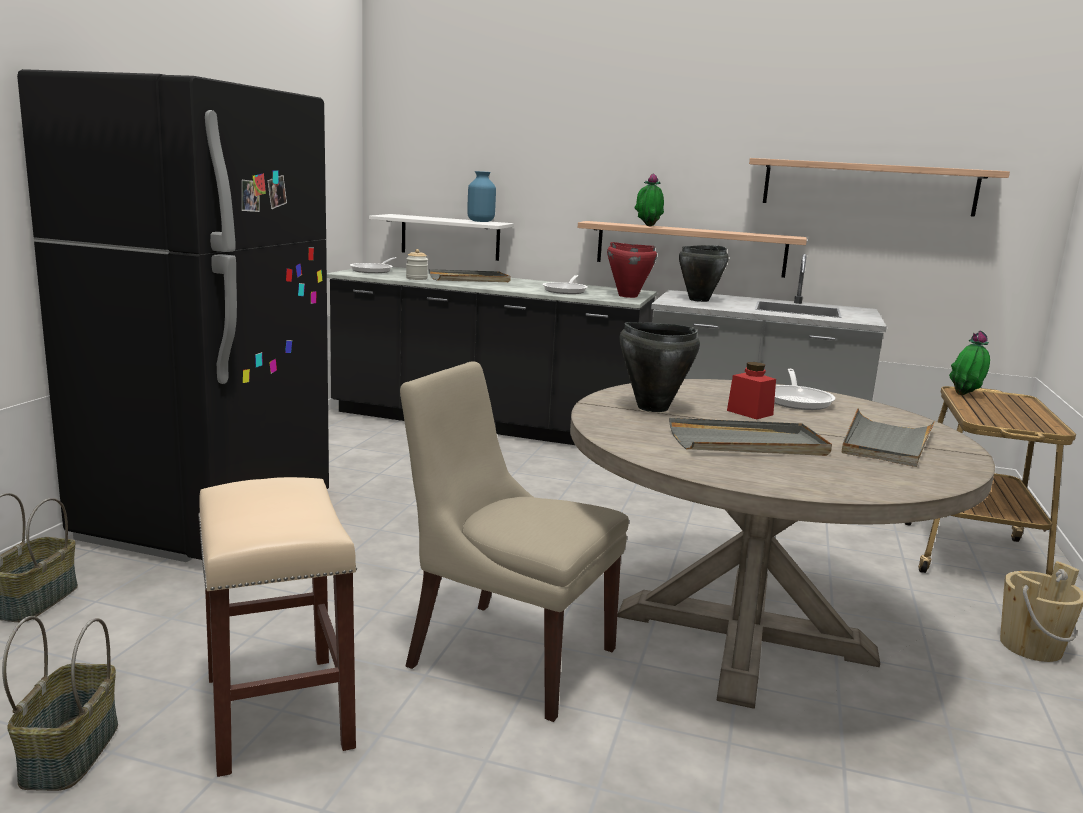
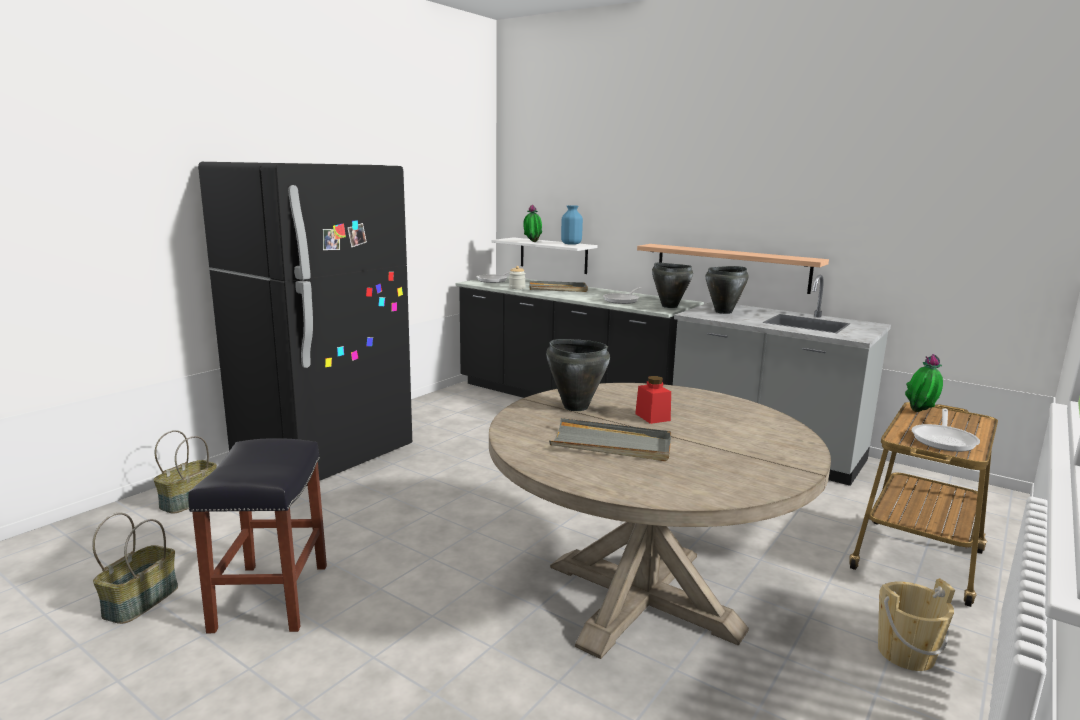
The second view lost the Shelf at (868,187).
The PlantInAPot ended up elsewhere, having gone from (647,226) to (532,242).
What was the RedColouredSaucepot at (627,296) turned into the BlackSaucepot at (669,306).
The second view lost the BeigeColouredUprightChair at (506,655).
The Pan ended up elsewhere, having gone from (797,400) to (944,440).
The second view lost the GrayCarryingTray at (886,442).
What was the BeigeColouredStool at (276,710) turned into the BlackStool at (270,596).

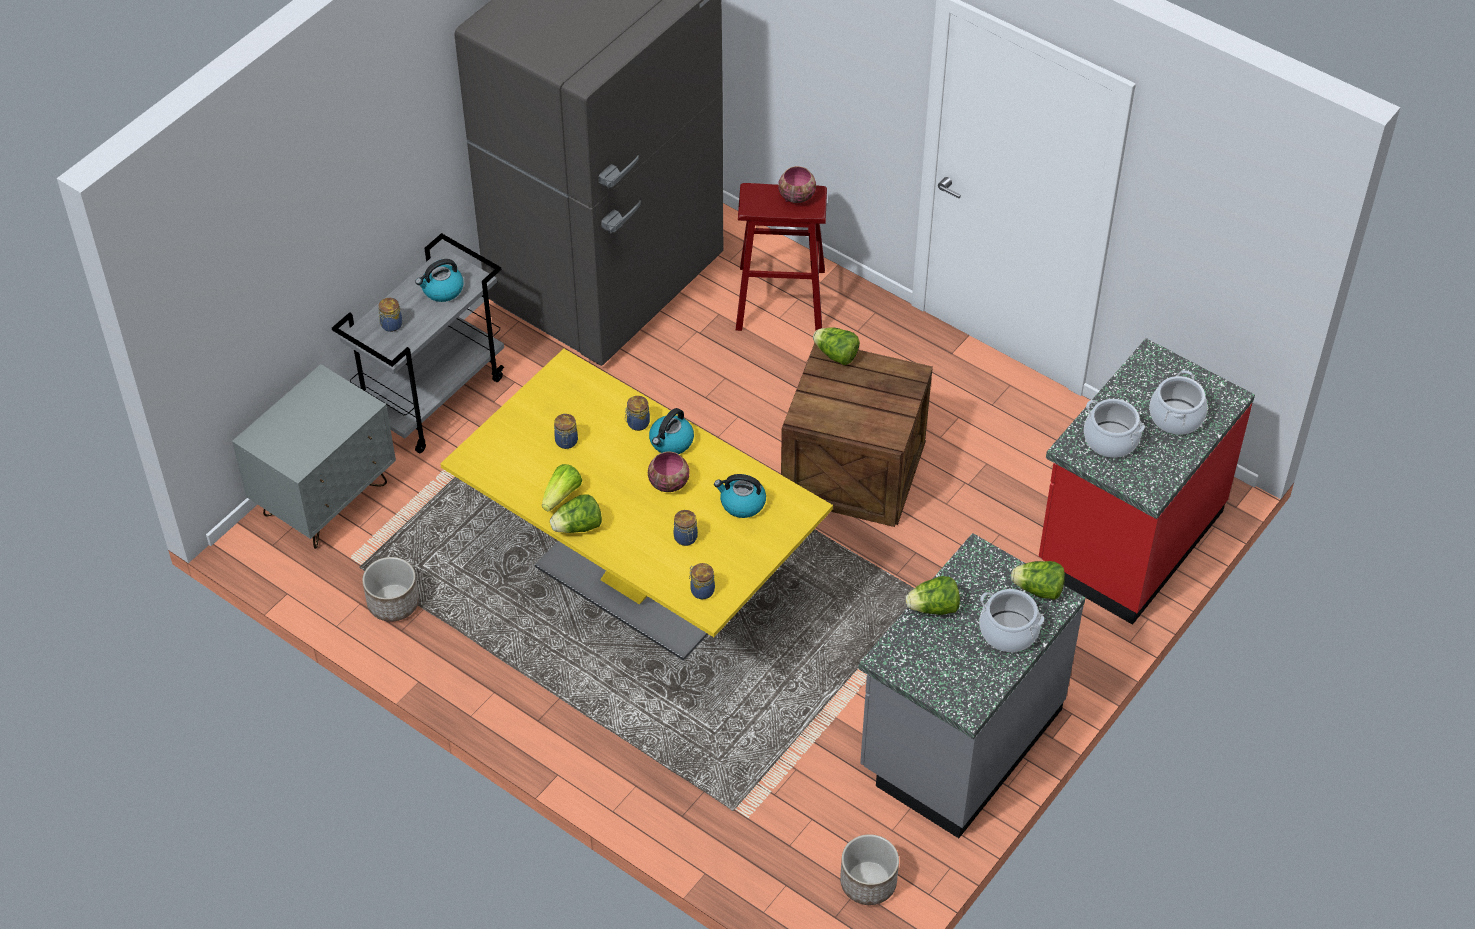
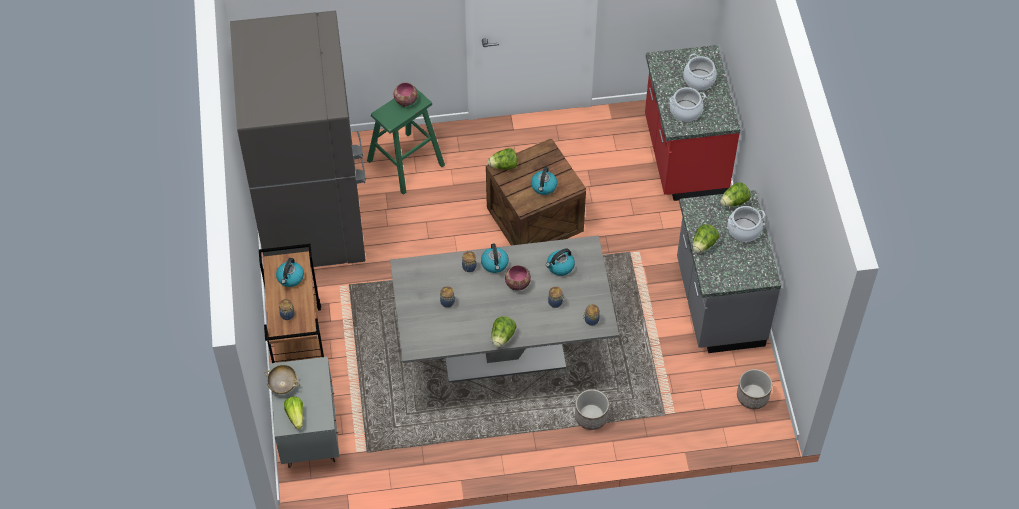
What was the RedColouredStool at (781,299) turned into the GreenishStool at (406,163).
What was the GrayCart at (432,397) turned into the BrownCart at (297,342).
What was the YellowishDinnerTable at (640,580) turned into the GrayDinnerTable at (503,348).
The Lettuce ended up elsewhere, having gone from (562,496) to (295,415).
The Planter ended up elsewhere, having gone from (393,603) to (591,417).
The second view gained the Kettle at (544,187).
The second view gained the BeigeColouredDeepDish at (283,384).

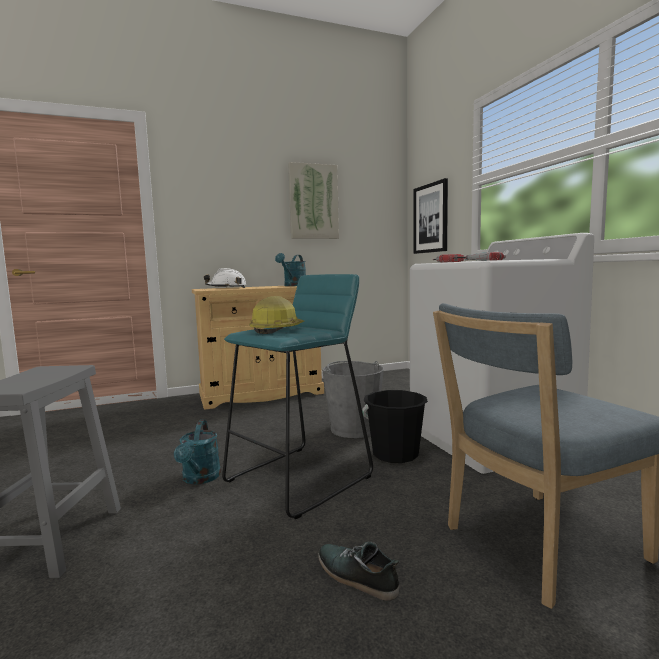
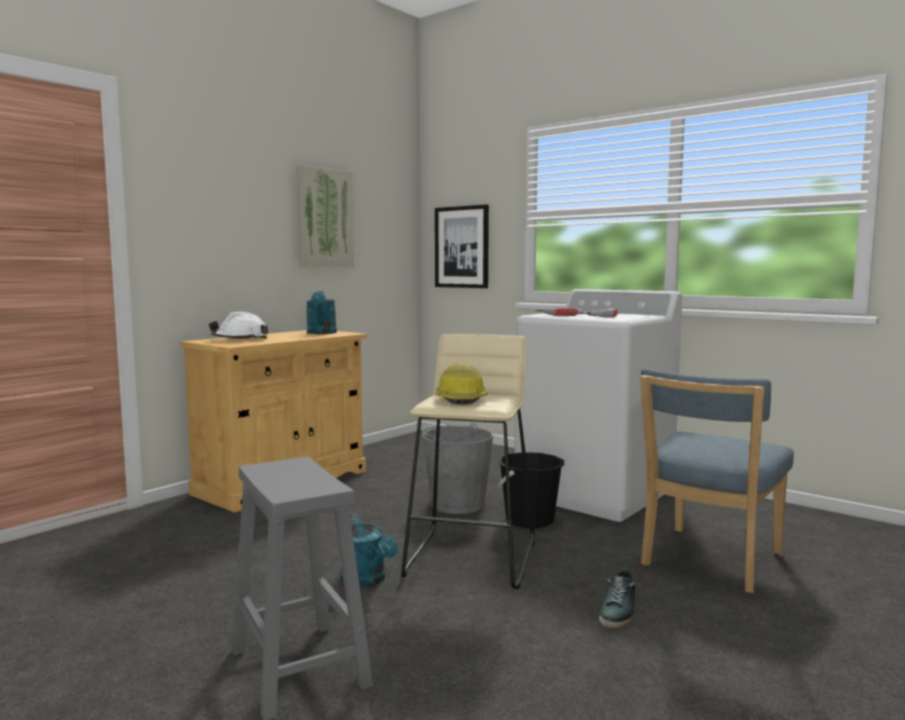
What was the BlueGreenStool at (300,478) turned into the BeigeColouredStool at (472,558).
The LowShoe at (356,576) ended up facing another way, 75 degrees counterclockwise from before.

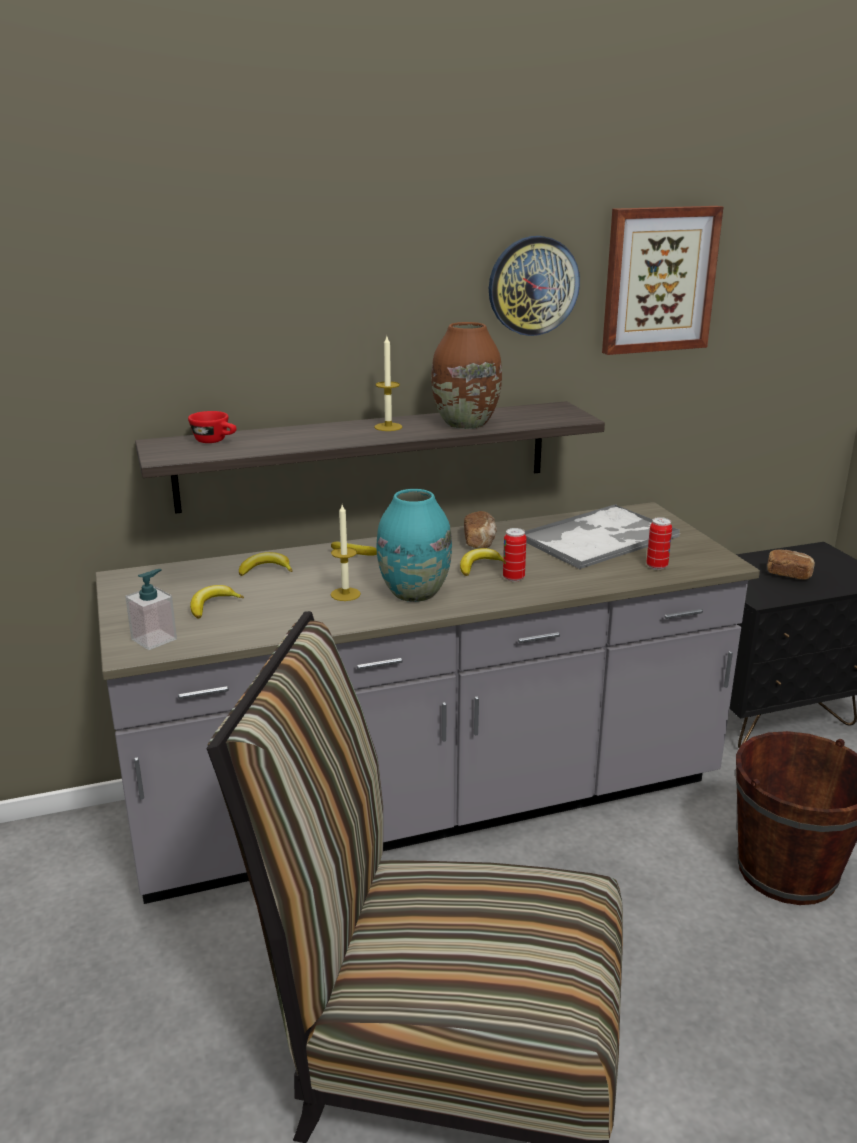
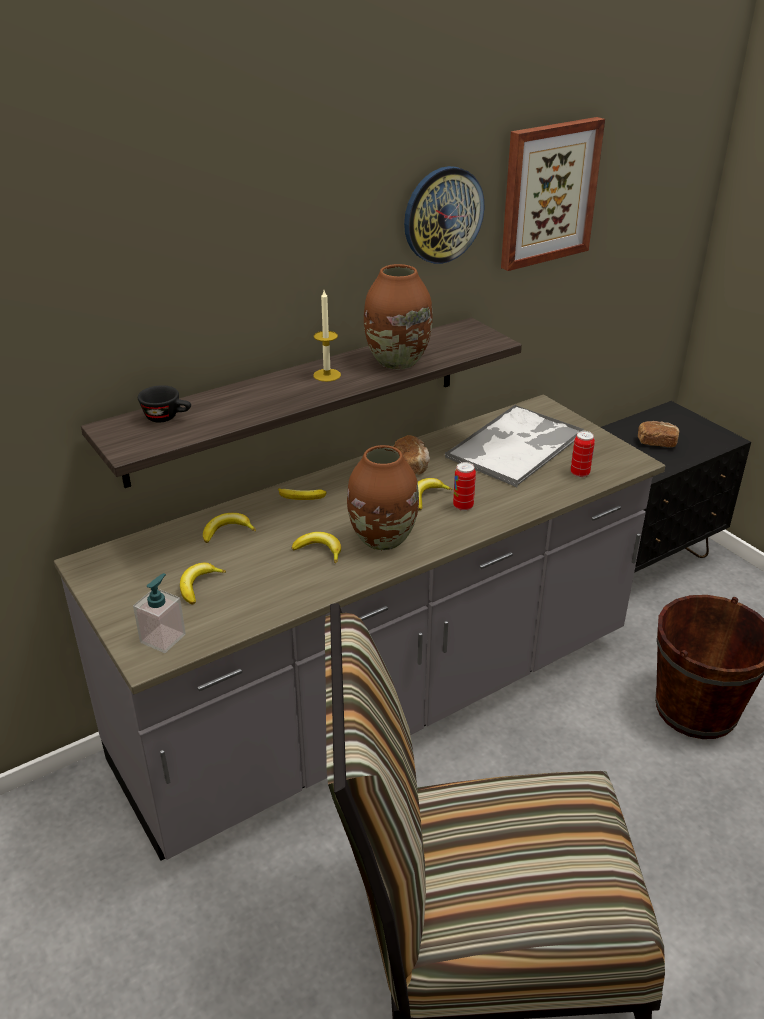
What was the RedColouredDrinkingCup at (215,441) turned into the BlackDrinkingCup at (167,417).
What was the BlueGreenDecorativeVase at (414,593) turned into the BrownDecorativeVase at (383,539).
Where the Candle stood at (345,594), the Banana came to stand at (319,550).

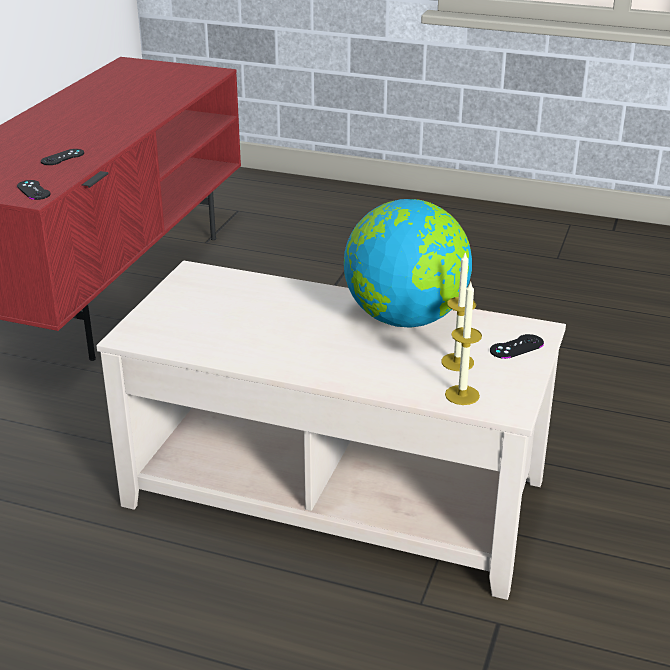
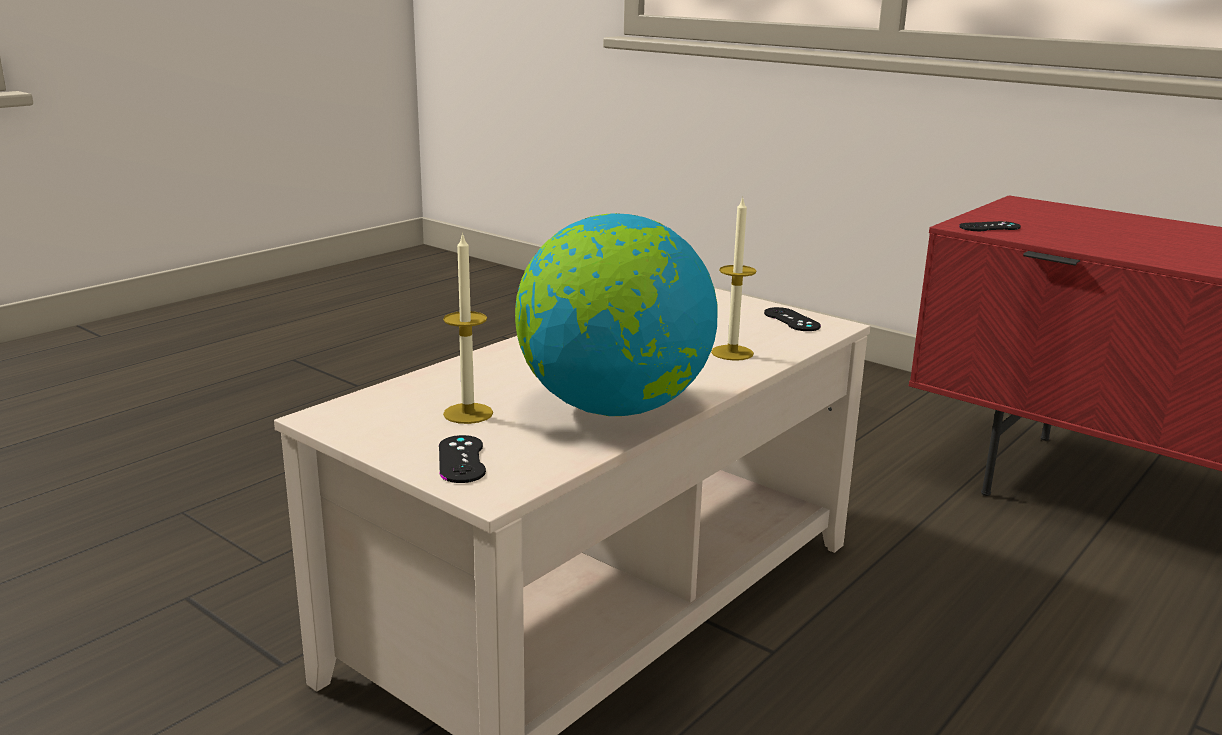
The BlackJoypad ended up elsewhere, having gone from (62,157) to (791,320).
The Candle ended up elsewhere, having gone from (462,395) to (732,353).

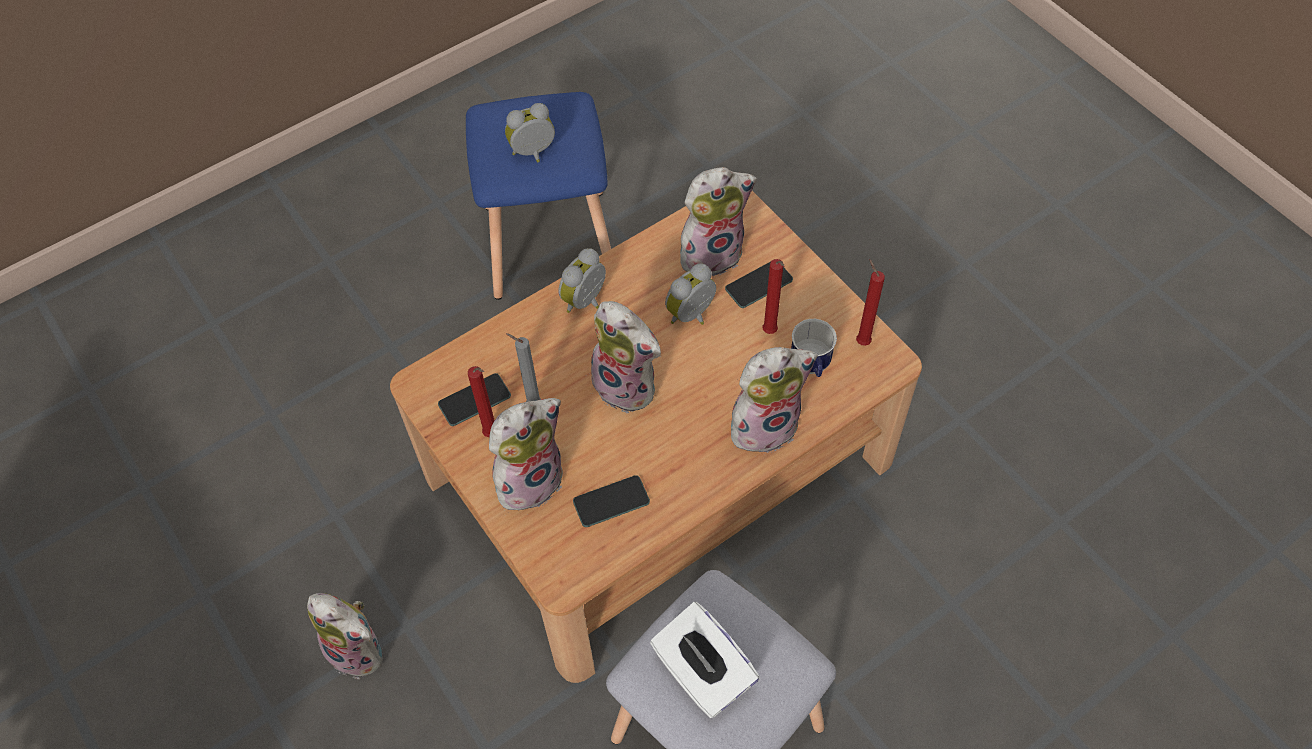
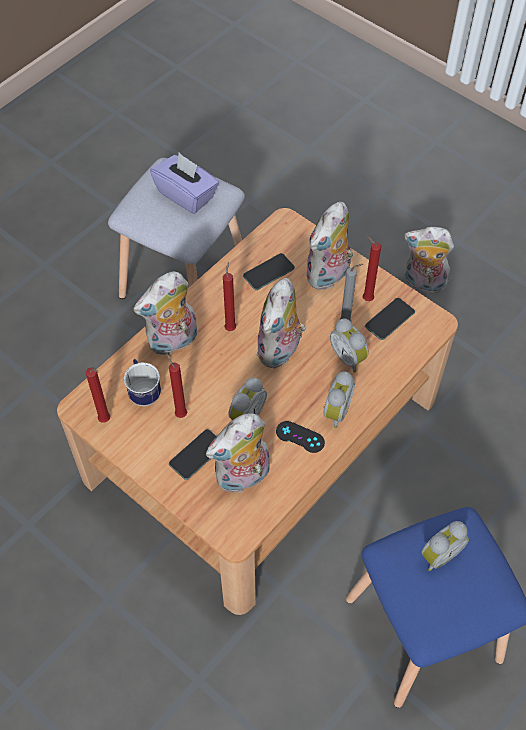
The PlushToy at (629,385) ended up facing another way, 90 degrees counterclockwise from before.
What was the WhiteColouredTissueBox at (702,673) turned into the PurpleColouredTissueBox at (186,195).
The second view gained the RedColouredCandle at (230,327).
The second view gained the AlarmClock at (349,357).
The second view gained the BlackJoypad at (300,437).

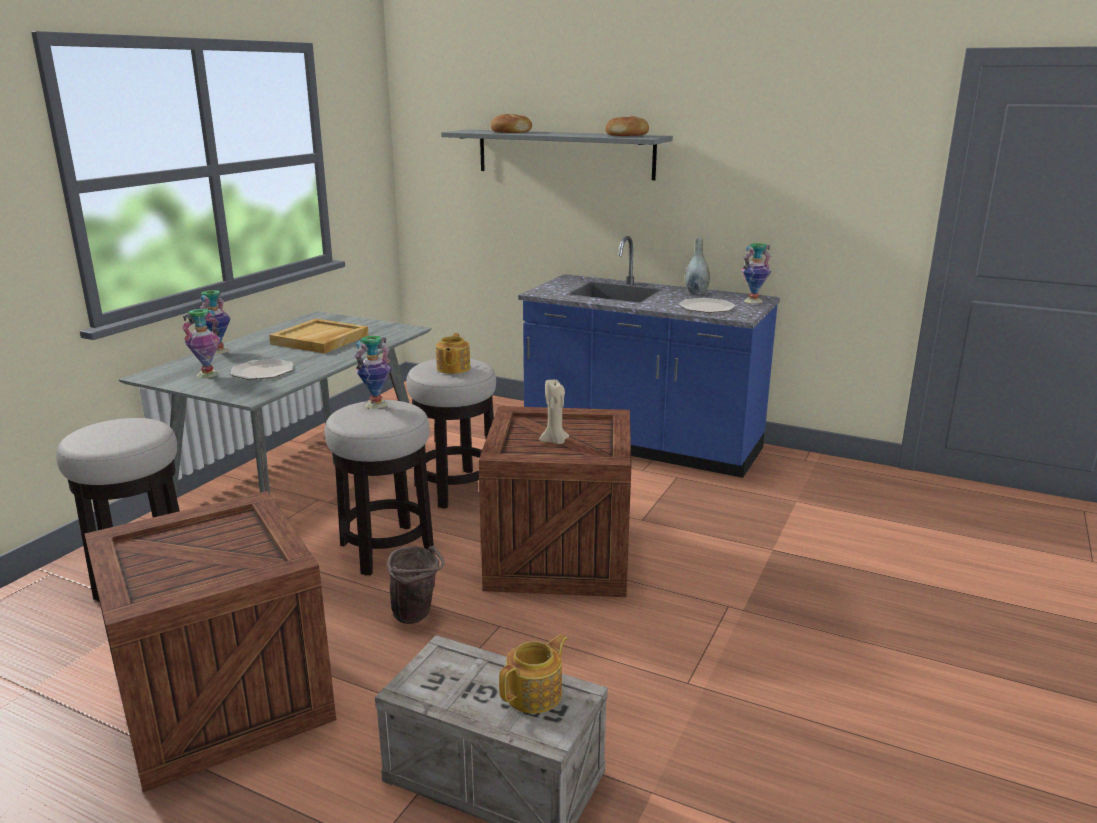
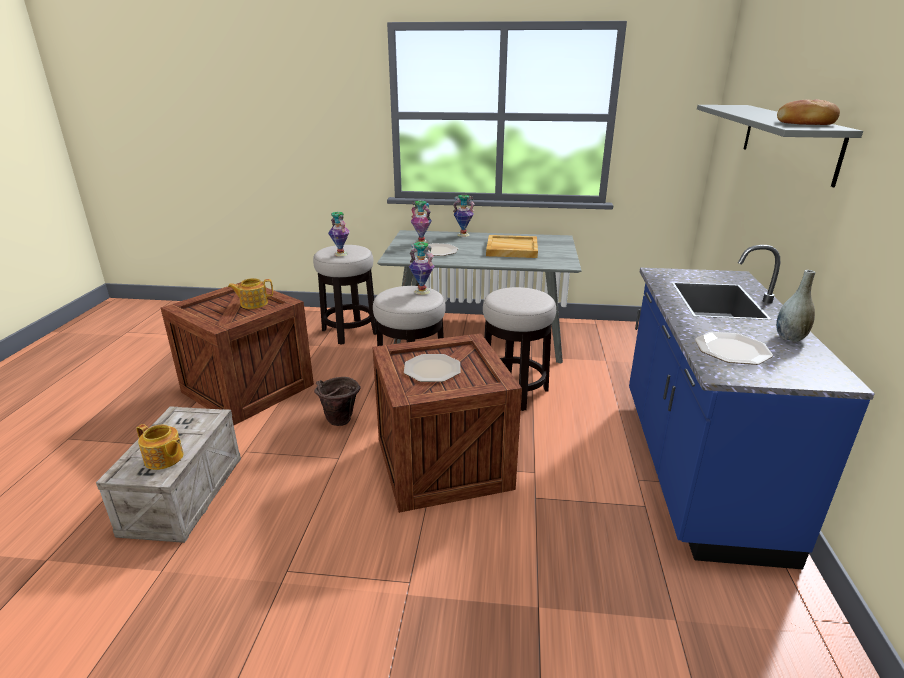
The second view lost the BakeryBread at (510,132).
The DecorativeVase ended up elsewhere, having gone from (753,301) to (340,254).
The TeaPot ended up elsewhere, having gone from (453,369) to (253,303).
Where the BeigeColouredCandle stood at (555,441), the DinnerPlate came to stand at (432,369).

